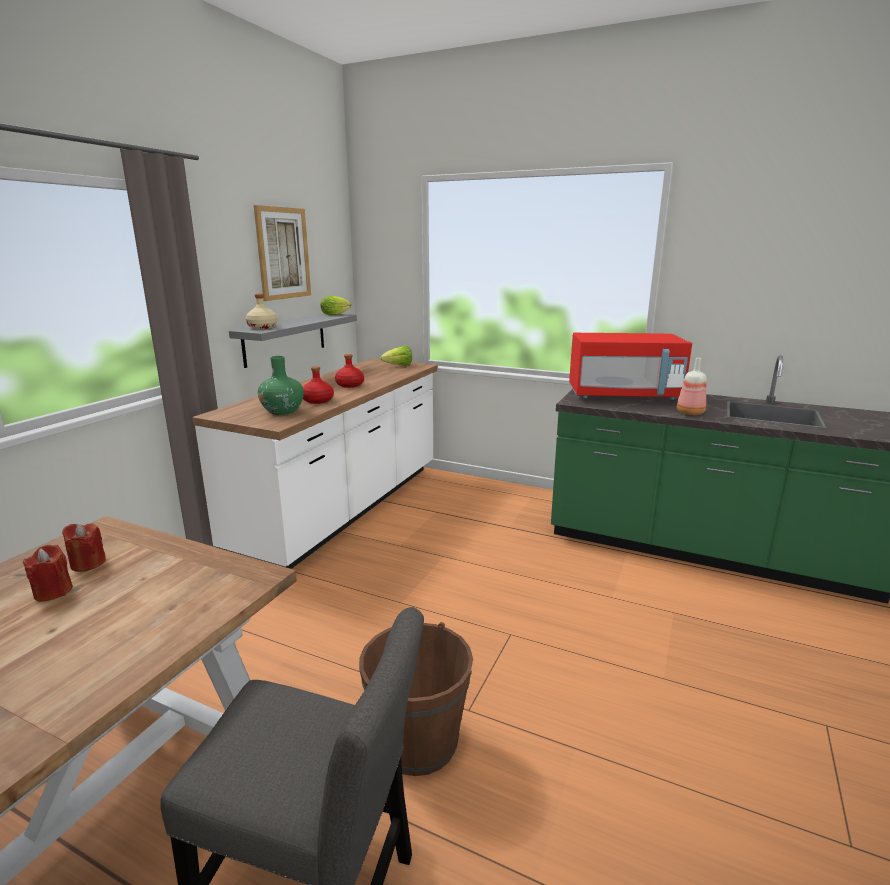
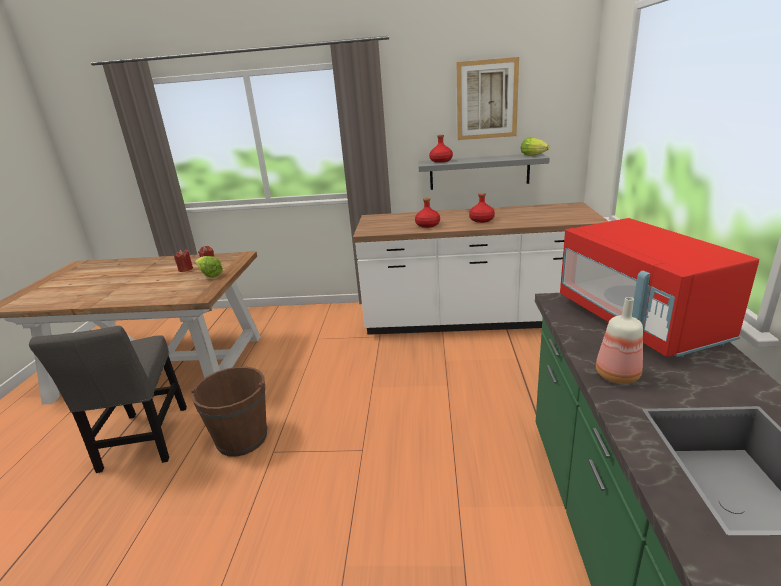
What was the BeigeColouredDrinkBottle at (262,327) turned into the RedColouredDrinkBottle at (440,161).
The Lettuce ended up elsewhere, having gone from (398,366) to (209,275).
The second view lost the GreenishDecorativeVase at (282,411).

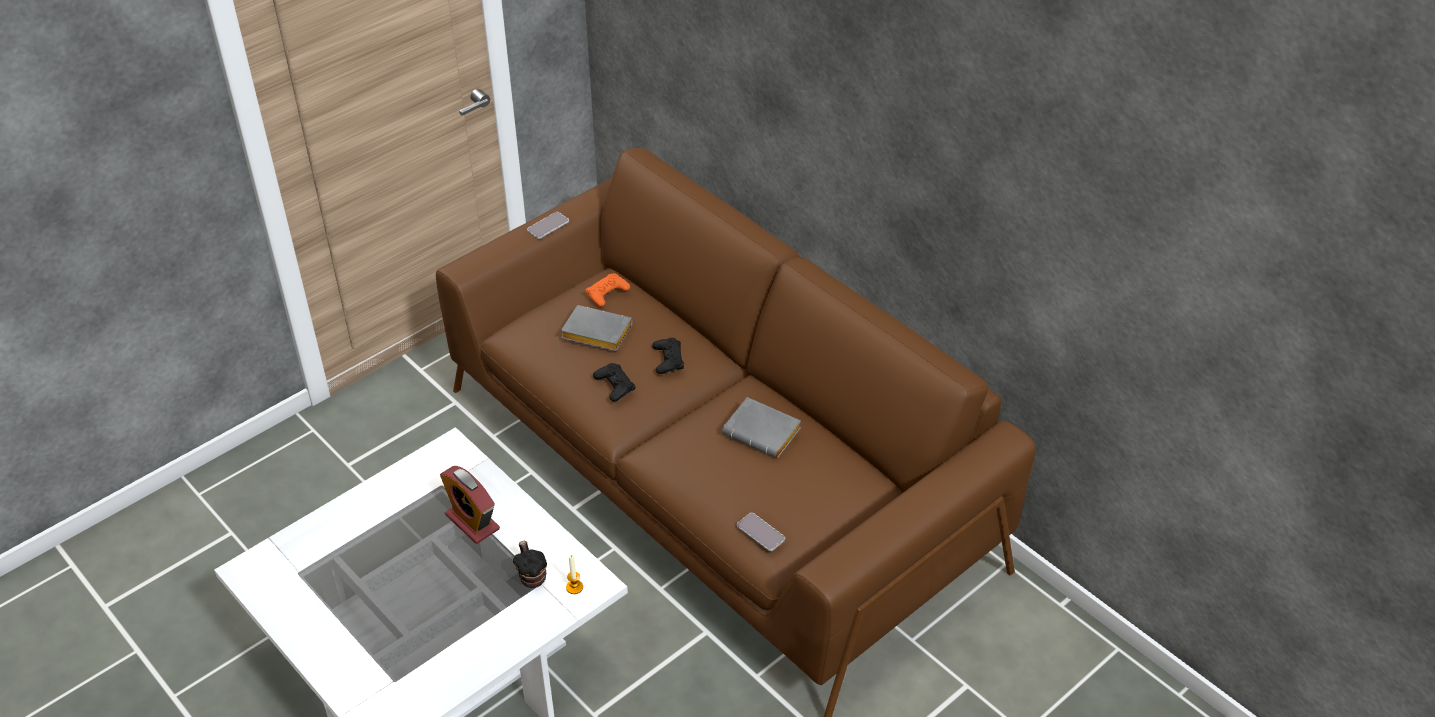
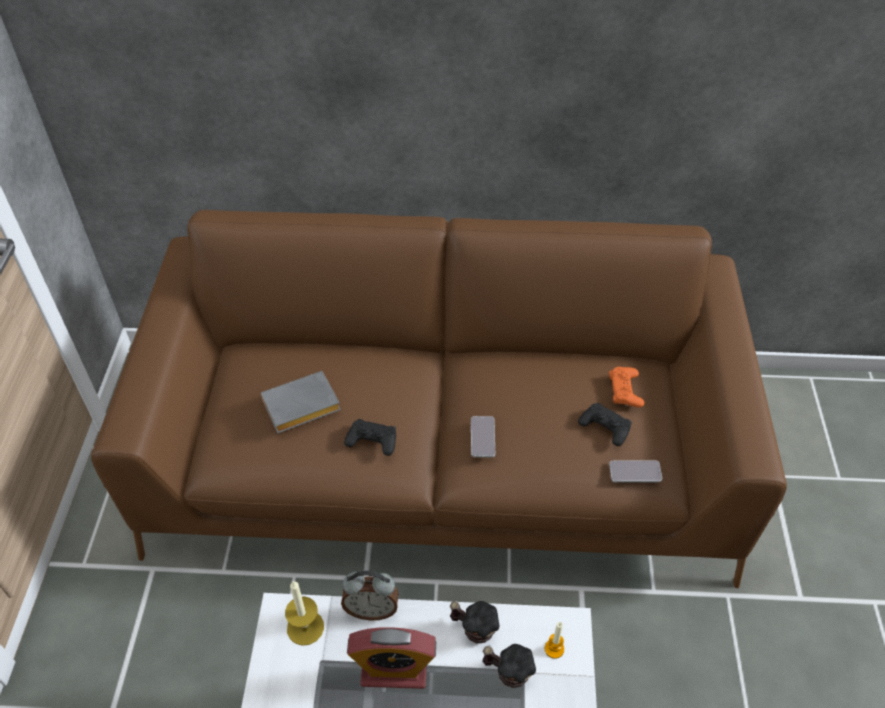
The Telephone ended up elsewhere, having gone from (548,226) to (482,437).
The OrangeColouredJoypad ended up elsewhere, having gone from (607,293) to (625,390).
The BlackJoypad ended up elsewhere, having gone from (668,359) to (605,427).
The second view lost the GrayBoundBook at (764,432).
The second view gained the AlarmClock at (371,609).
The second view gained the Candle at (305,627).
The second view gained the TeaMug at (474,629).

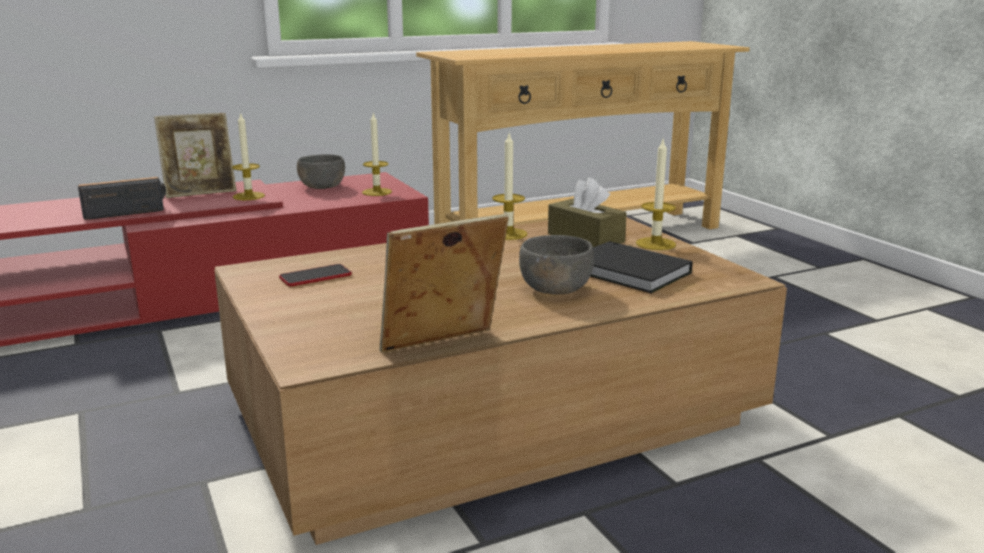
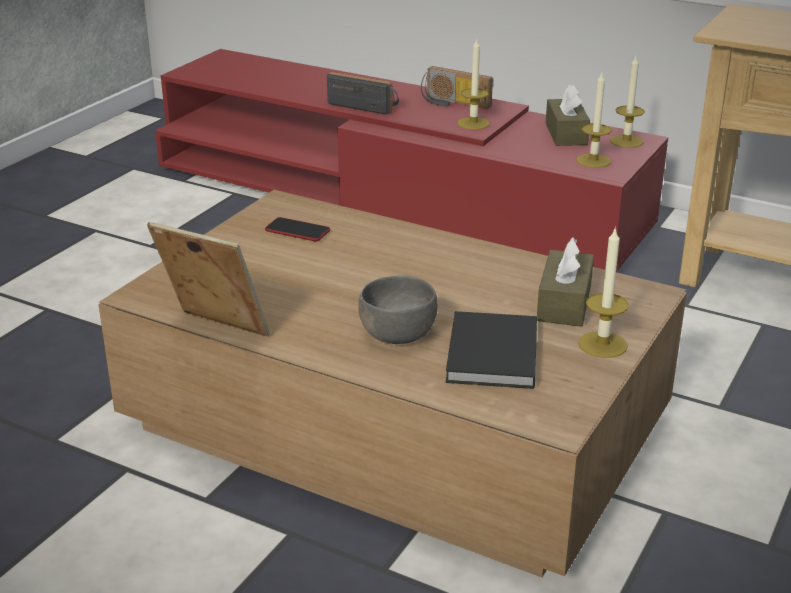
Where the PictureFrame stood at (200,192), the Radio came to stand at (453,103).
The Candle ended up elsewhere, having gone from (508,234) to (626,141).
Where the GrayDeepDish stood at (321,186), the BrownTissueBox came to stand at (566,134).

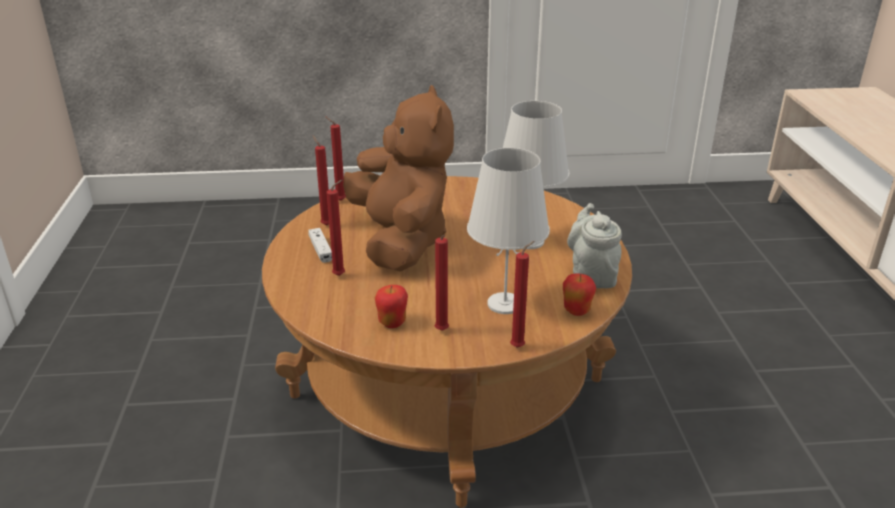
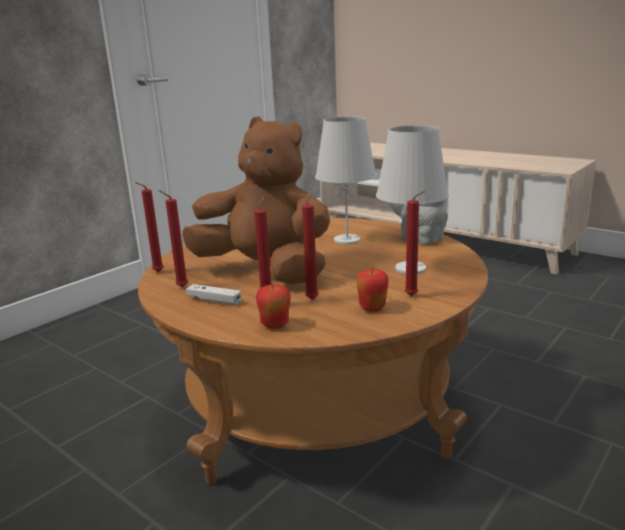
The RedColouredCandle ended up elsewhere, having gone from (519,346) to (313,298).
The AppleFruit ended up elsewhere, having gone from (576,311) to (275,325).

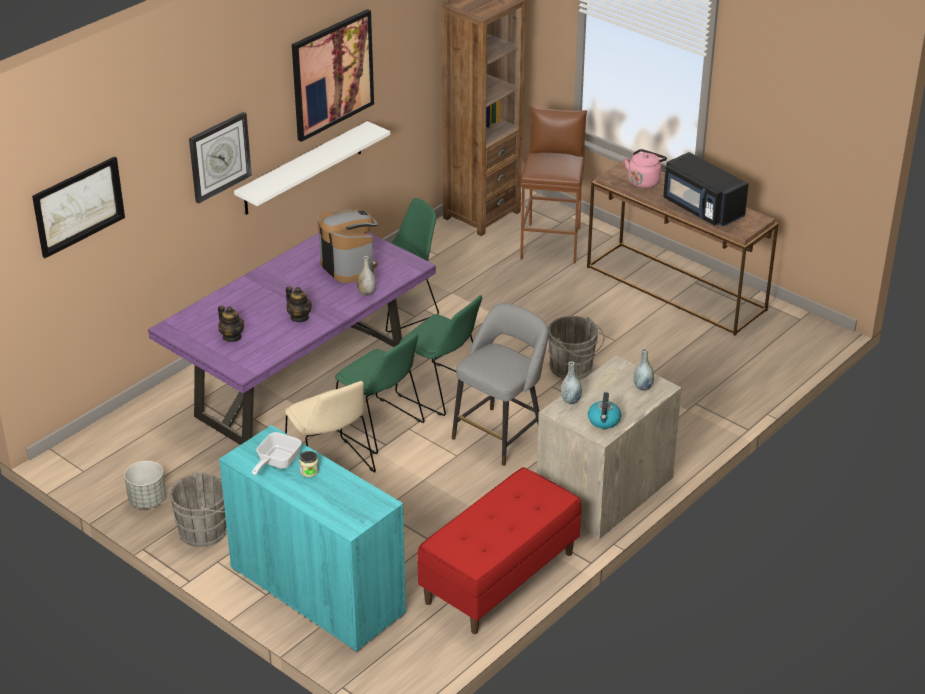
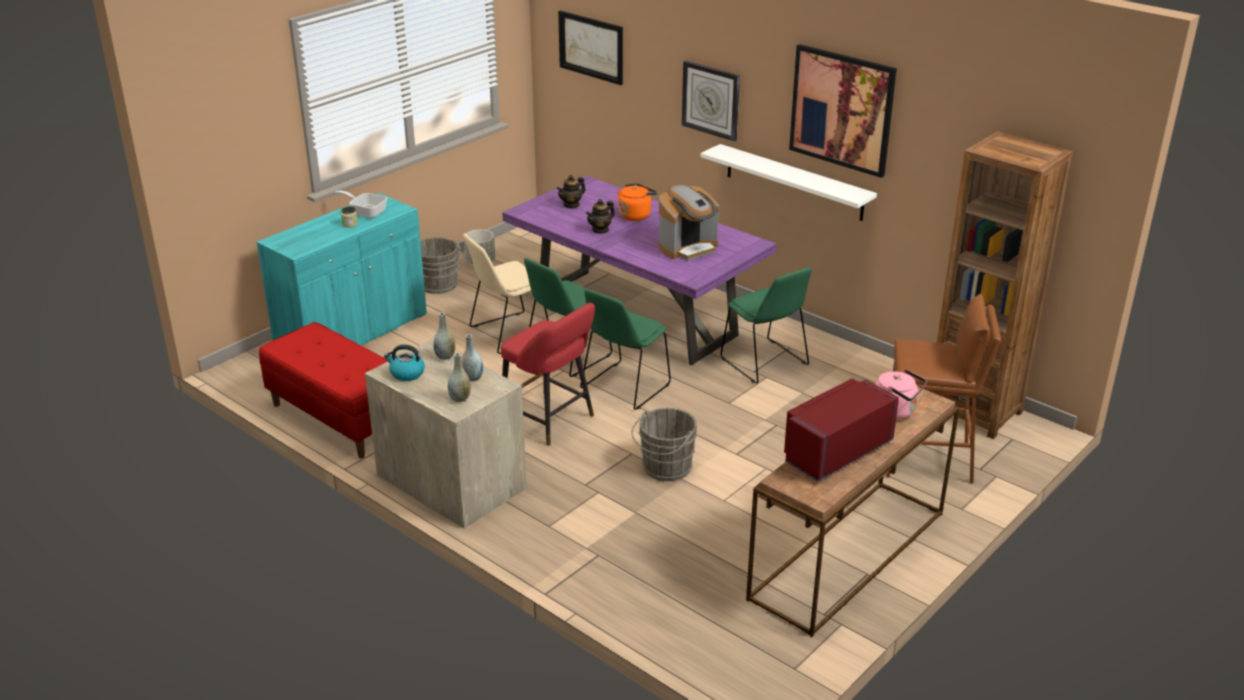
What was the BlackMicrowaveOven at (701,208) turned into the RedColouredMicrowaveOven at (835,451).
The GrayDecorativeVase ended up elsewhere, having gone from (366,293) to (472,378).
What was the GrayStool at (501,434) turned into the RedColouredStool at (551,421).
The second view gained the OrangeColouredKettle at (635,215).

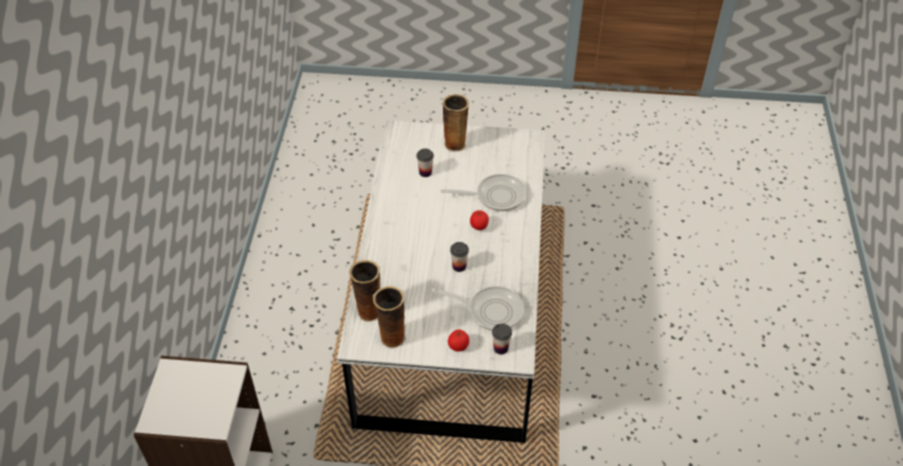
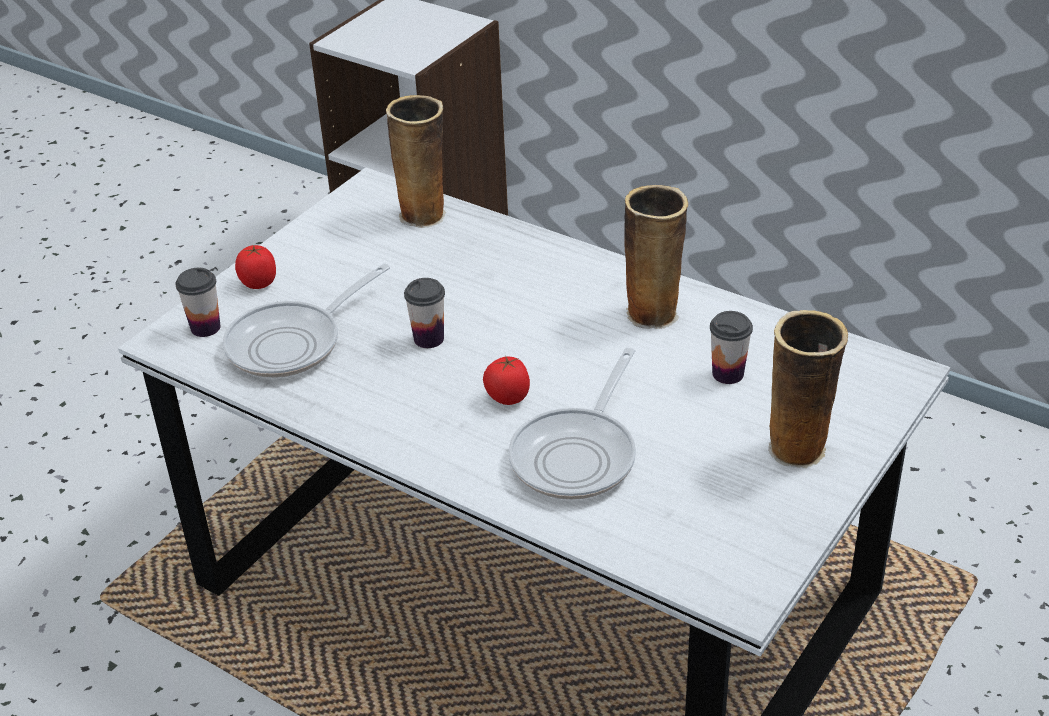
The DecorativeVase ended up elsewhere, having gone from (391,337) to (653,313).

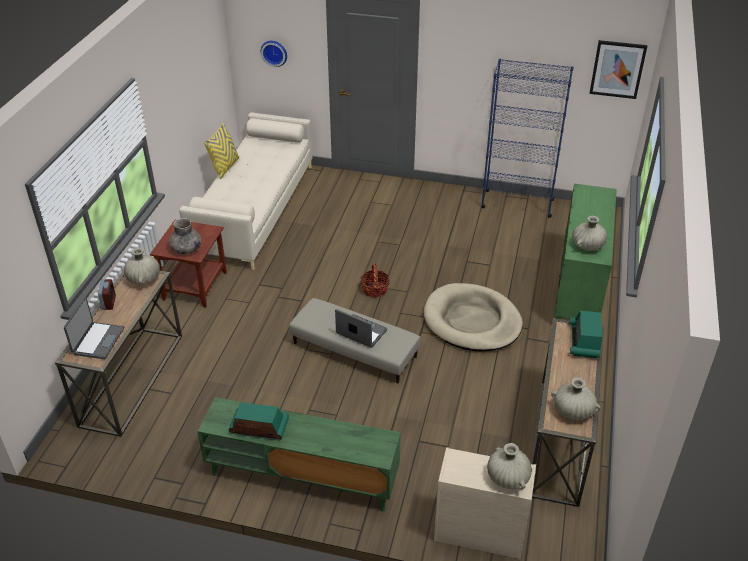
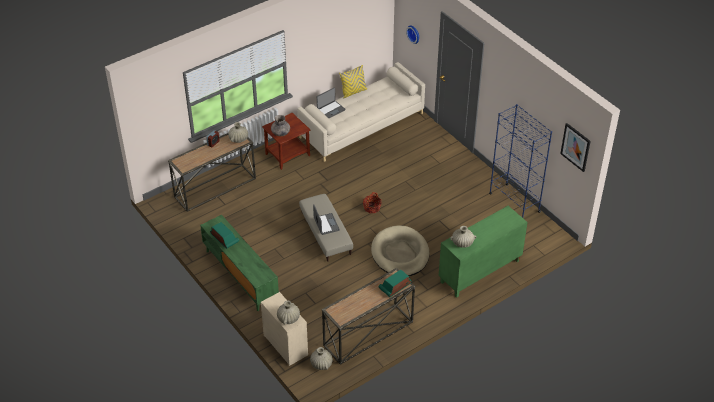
The NotebookComputer ended up elsewhere, having gone from (97,341) to (331,110).
The BeigeColouredDecorativeVase ended up elsewhere, having gone from (573,411) to (321,364).

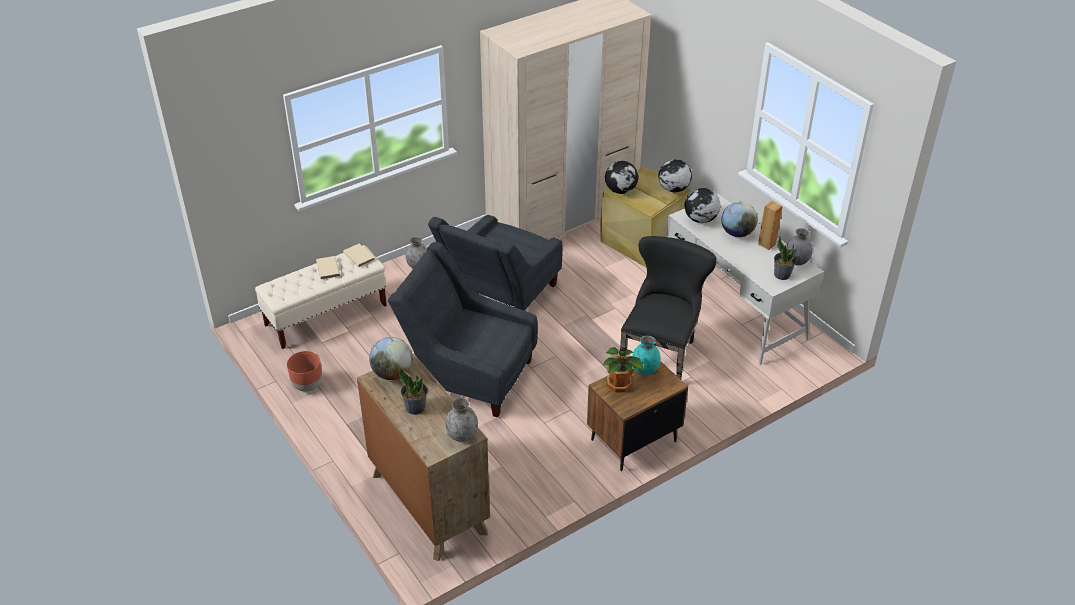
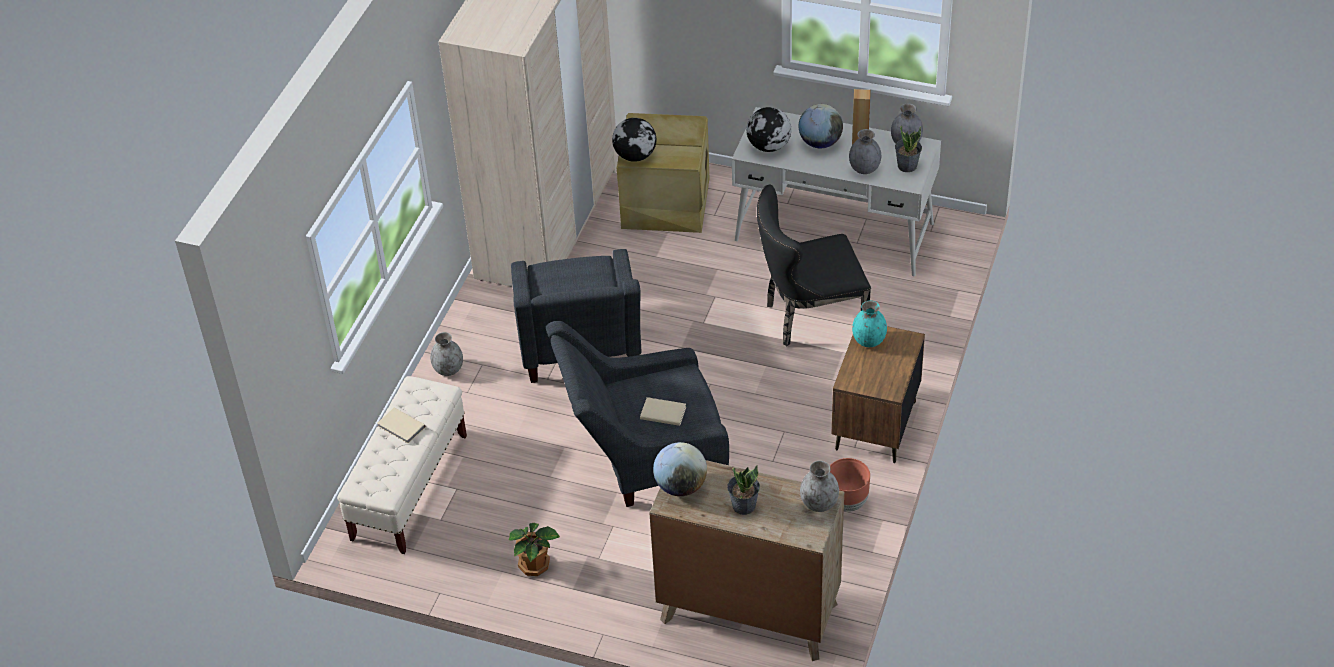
The second view lost the WorldGlobe at (673,189).
The BlackUprightChair at (661,352) ended up facing another way, 90 degrees counterclockwise from before.
The BeigeColouredBoundBook ended up elsewhere, having gone from (359,256) to (663,412).
The PlantInAPot ended up elsewhere, having gone from (619,385) to (535,565).
The BrownPlanter ended up elsewhere, having gone from (307,385) to (846,502).
The second view gained the GrayDecorativeVase at (864,168).

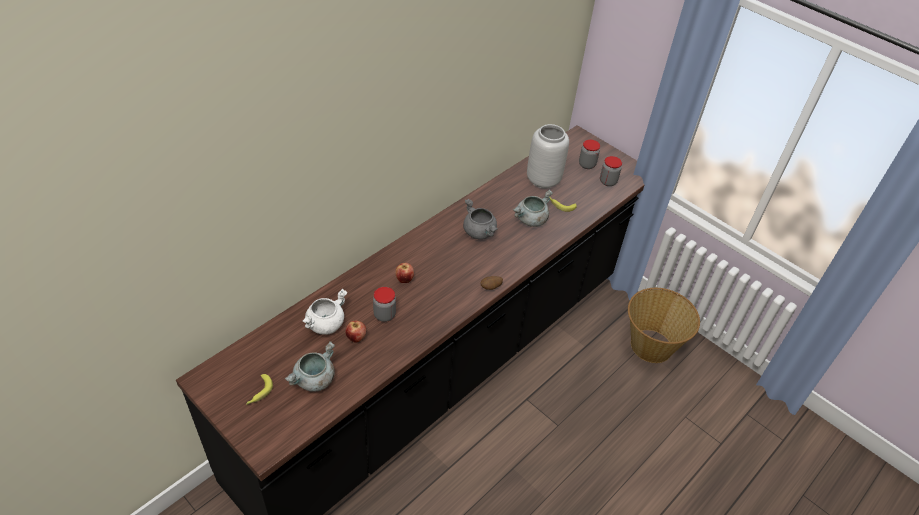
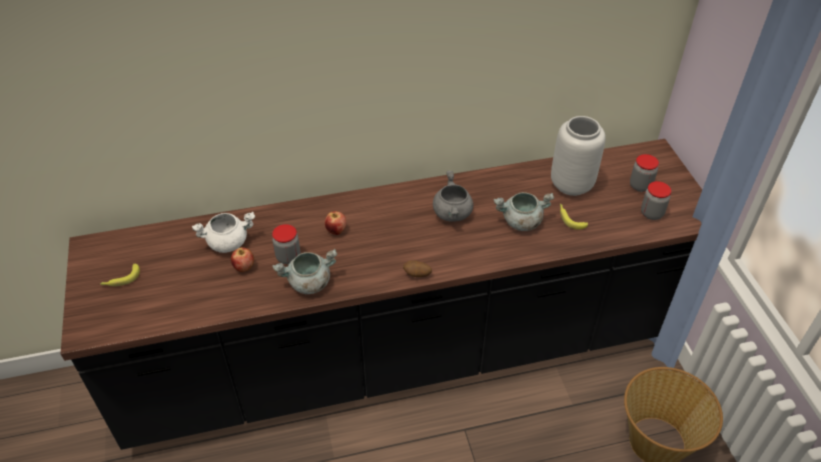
The GraySaucepot ended up elsewhere, having gone from (314,380) to (309,283).

